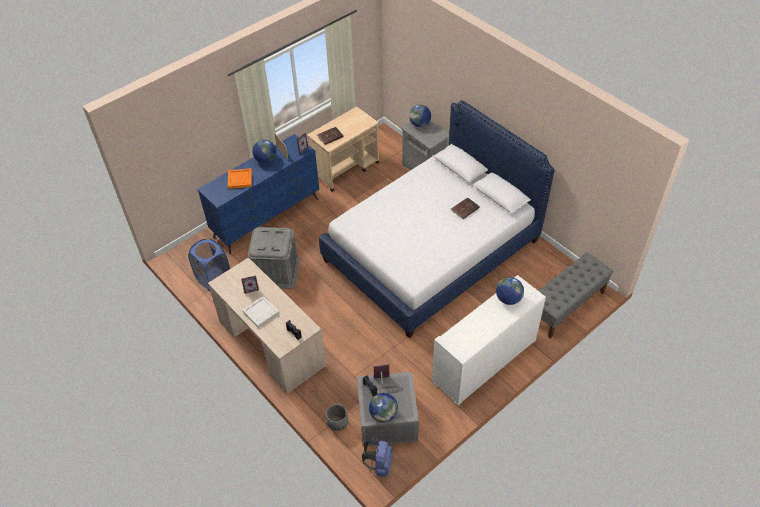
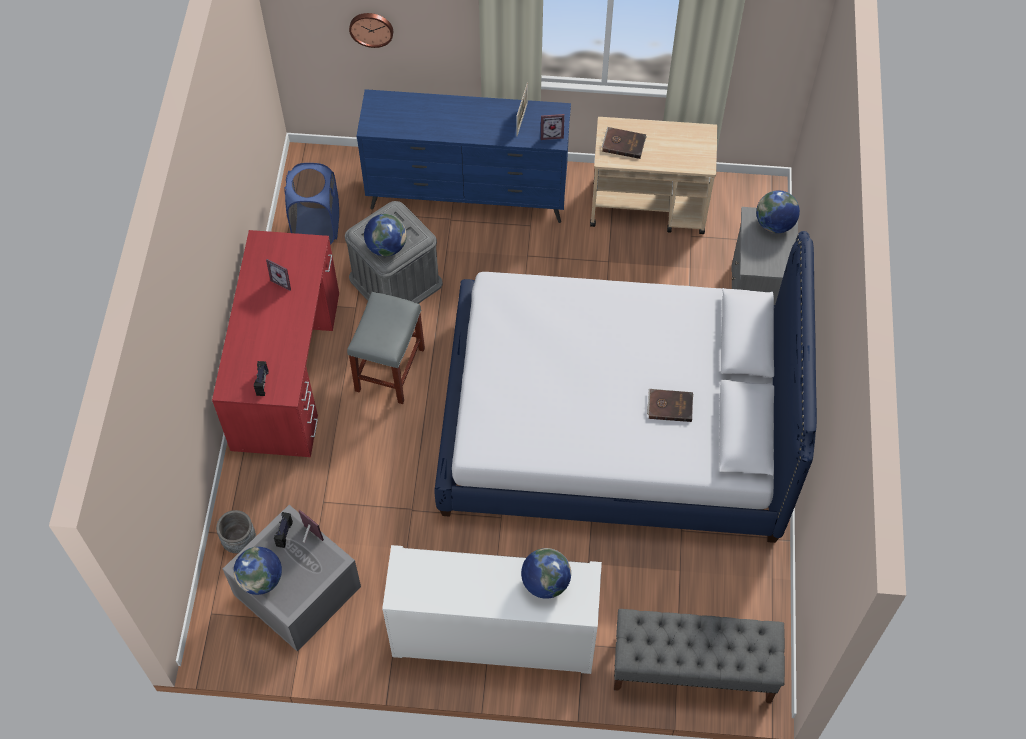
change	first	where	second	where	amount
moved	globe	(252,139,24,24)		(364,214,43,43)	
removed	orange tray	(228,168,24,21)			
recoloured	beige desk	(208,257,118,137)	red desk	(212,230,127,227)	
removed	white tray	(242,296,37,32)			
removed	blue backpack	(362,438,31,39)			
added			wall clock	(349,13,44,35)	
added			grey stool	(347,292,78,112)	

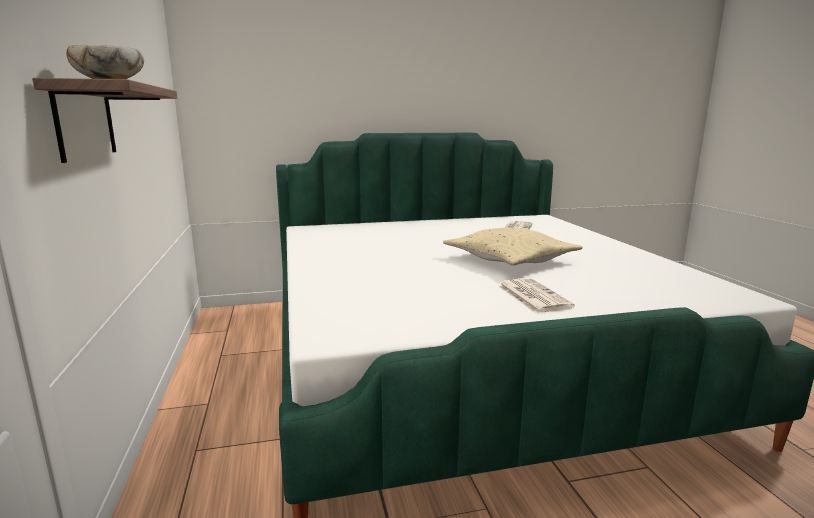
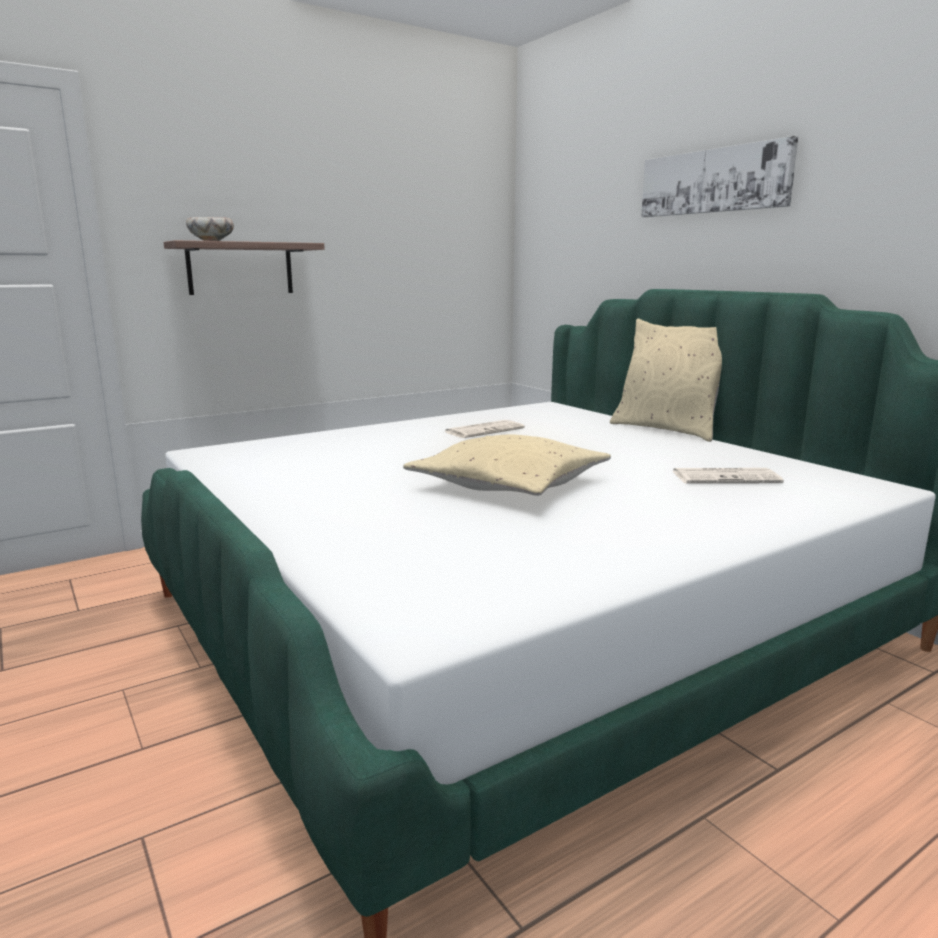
change	first	where	second	where	amount
moved	newspaper	(498,278,77,35)		(445,420,80,18)	
added			picture	(641,136,157,81)	
added			beige pillow	(610,319,112,123)	

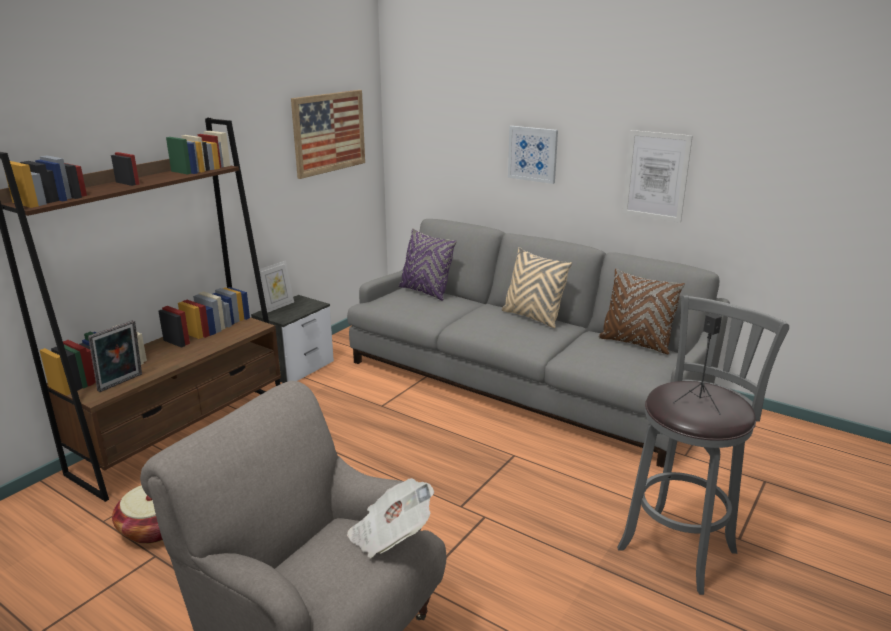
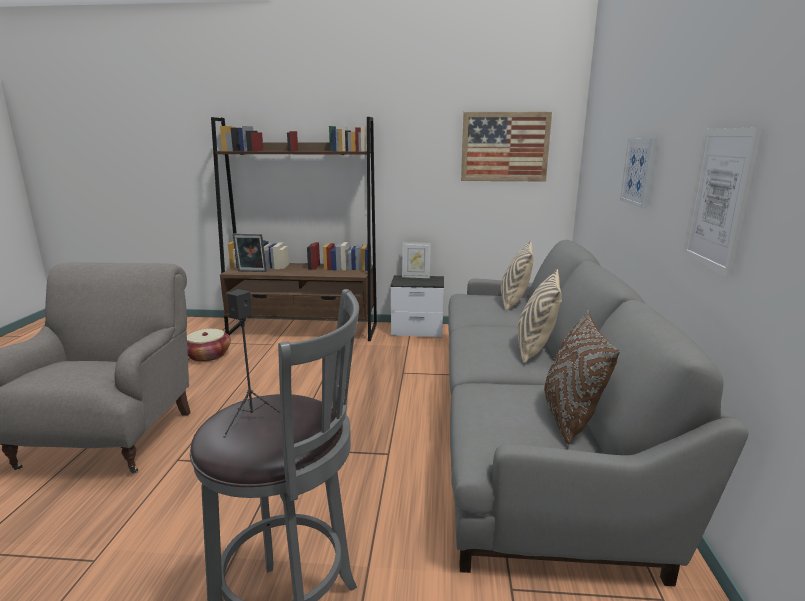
change	first	where	second	where	amount
recoloured	purple pillow	(399,228,58,73)	beige pillow	(501,241,33,69)	
removed	newspaper	(347,478,87,80)			

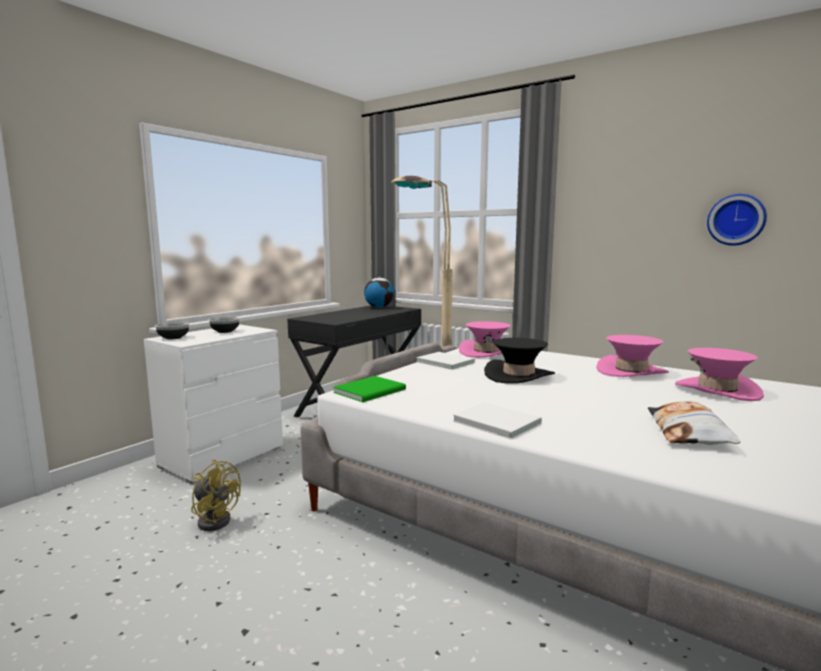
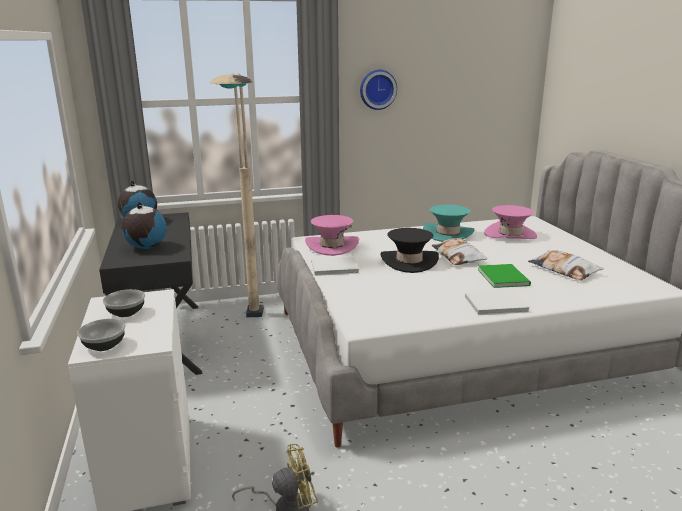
change	first	where	second	where	amount
moved	wall clock	(707,194,60,52)		(360,70,37,40)	
recoloured	pink hat	(596,335,73,42)	turquoise hat	(423,205,52,37)	
moved	green book	(333,376,73,26)		(478,264,53,24)	
added			globe	(122,202,45,47)	
added			pillow	(431,238,56,27)	

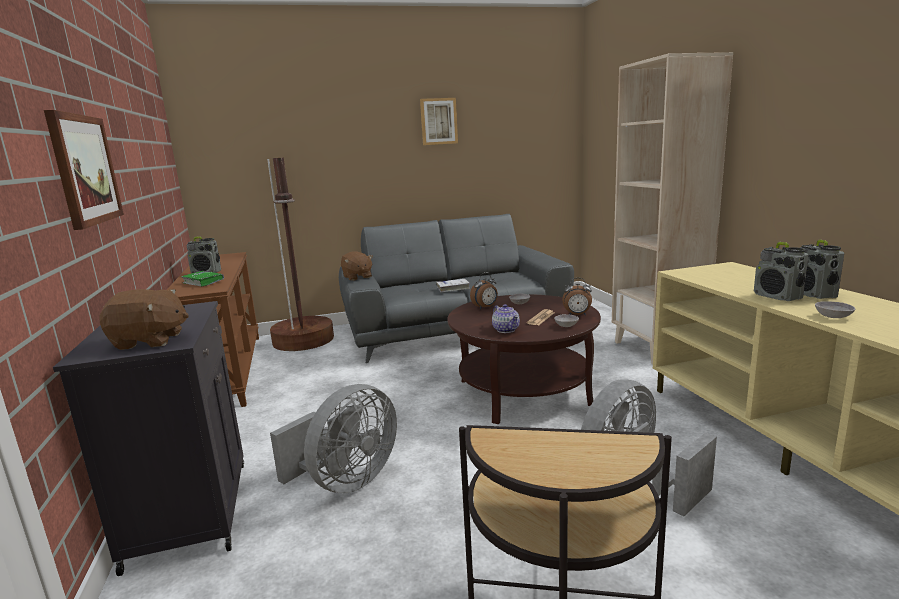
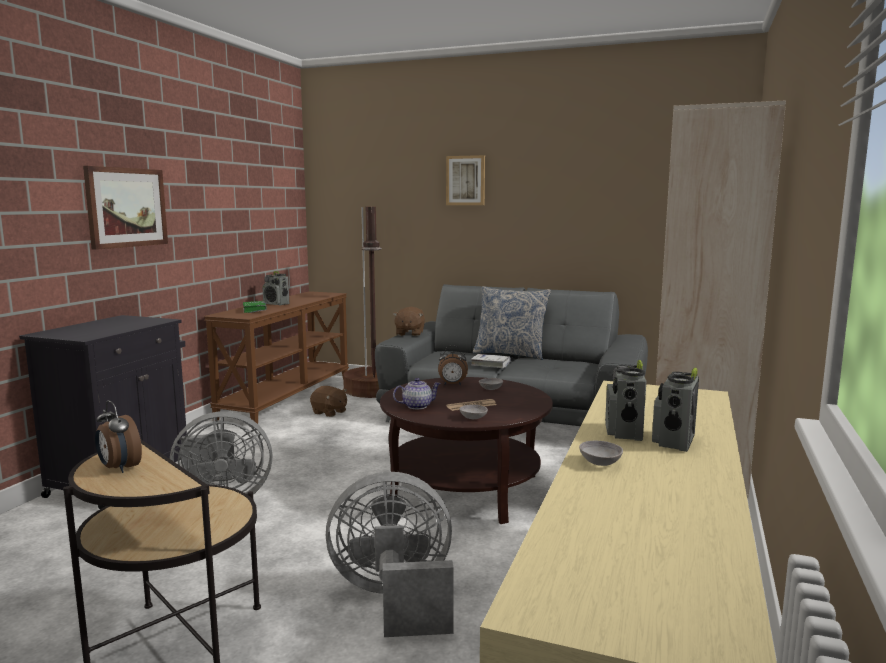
change	first	where	second	where	amount
moved	picture	(420,98,38,47)		(446,155,39,50)	
moved	alarm clock	(562,278,30,38)		(95,401,47,72)	
moved	brown plush toy	(100,289,89,61)		(310,386,37,31)	
turned	teapot	(492,304,28,29)		(393,378,48,31)	120 degrees counterclockwise
added			pillow	(473,286,78,74)	

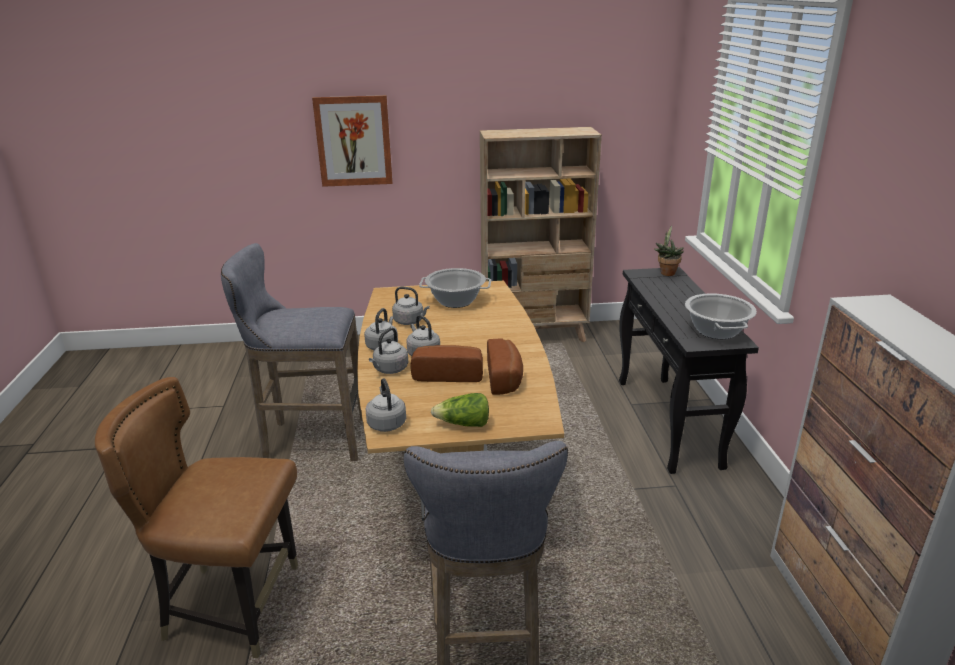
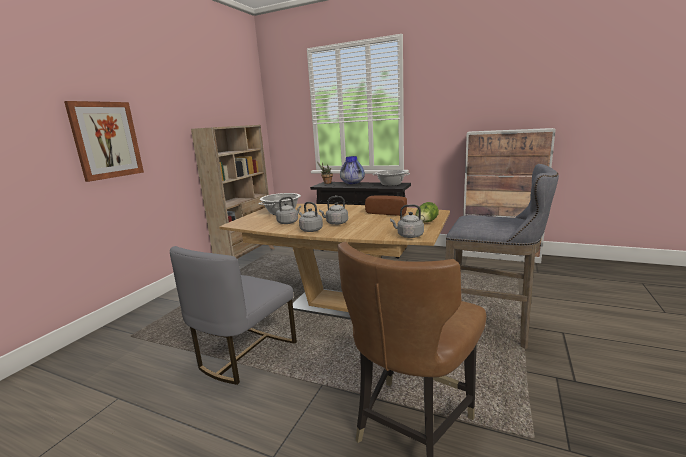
change	first	where	second	where	amount
replaced	grey stool	(221,243,141,218)	grey chair	(170,246,127,139)	
removed	grey kettle	(369,328,39,46)			
removed	bread	(410,345,73,37)			
added			vase	(340,156,25,28)	

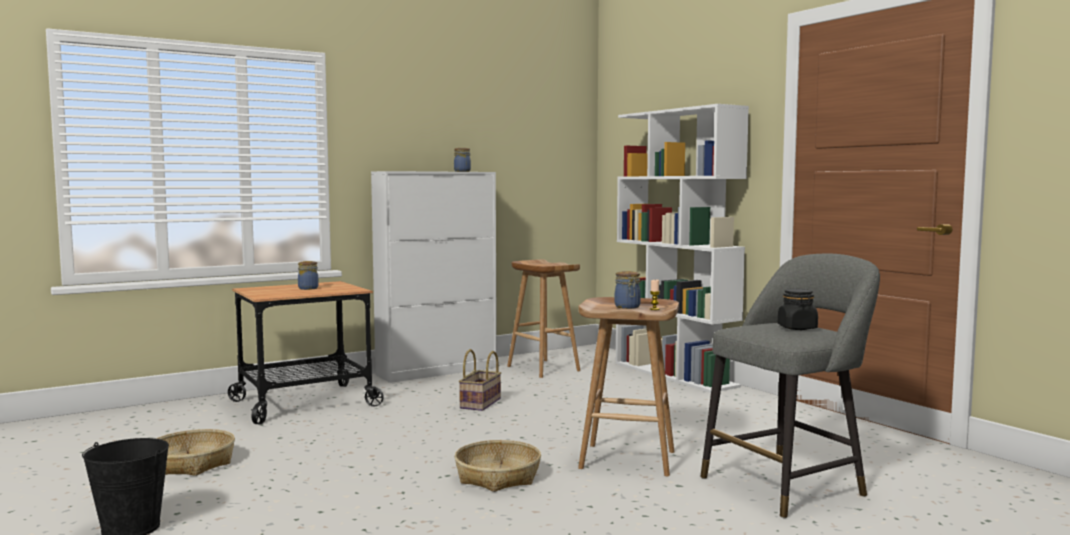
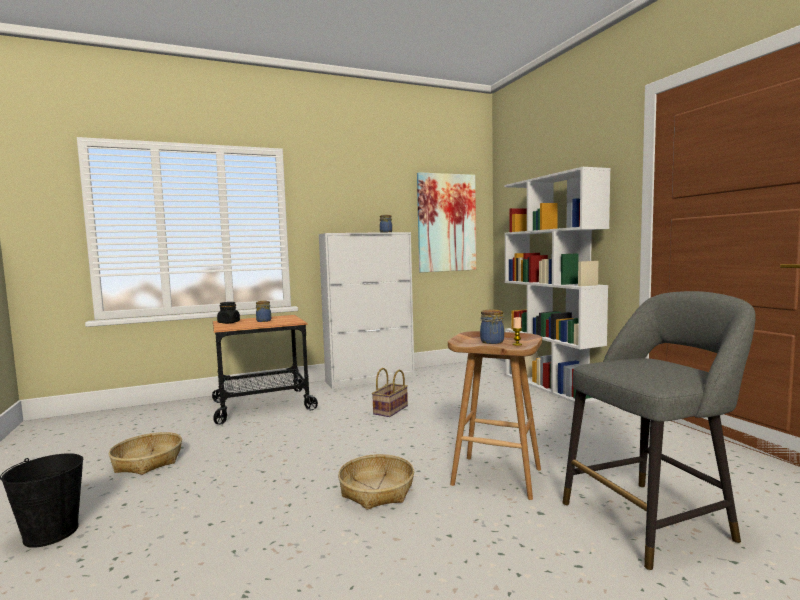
change	first	where	second	where	amount
removed	brown stool	(507,259,73,119)			
moved	black jar	(778,289,40,41)		(217,302,23,22)	
added			picture	(417,172,59,100)	

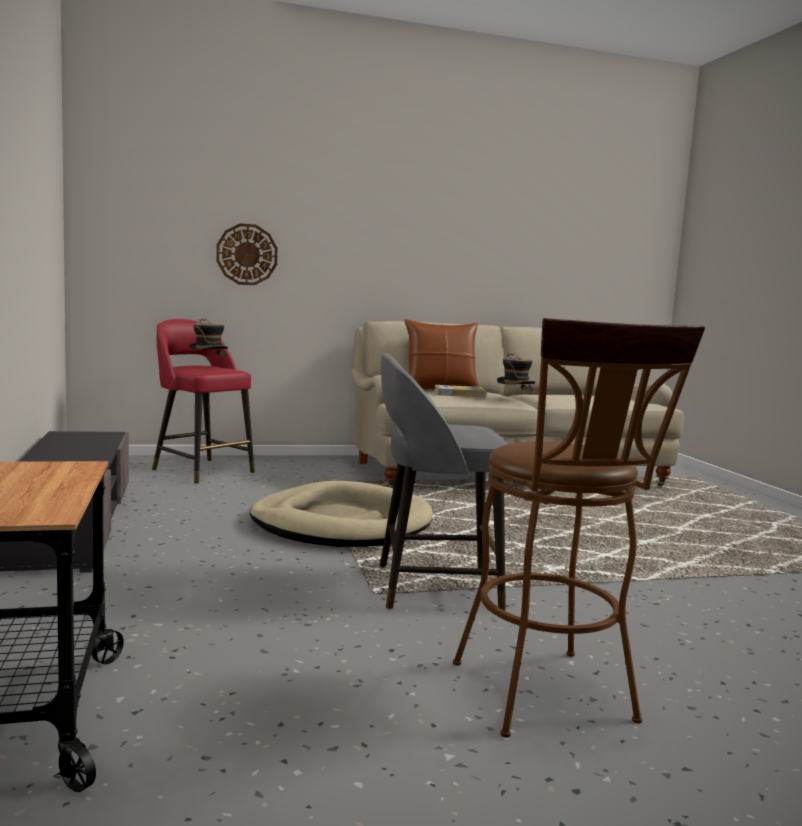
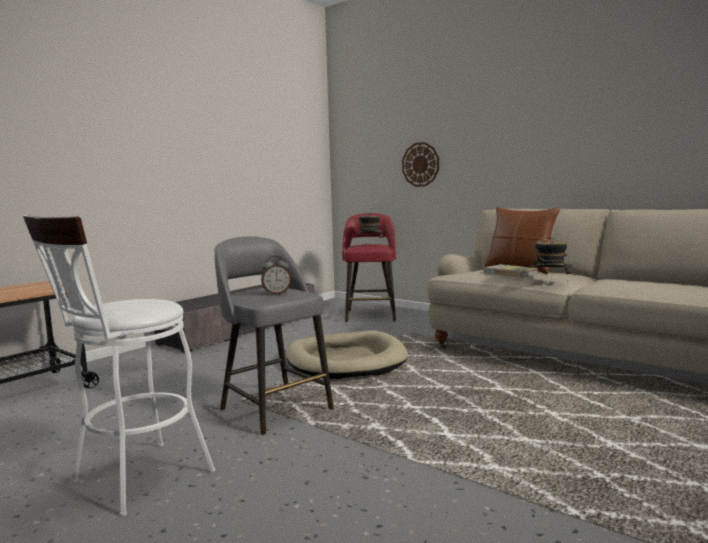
change	first	where	second	where	amount
recoloured	brown stool	(453,318,252,420)	white stool	(23,215,192,302)	
added			alarm clock	(261,256,30,39)	

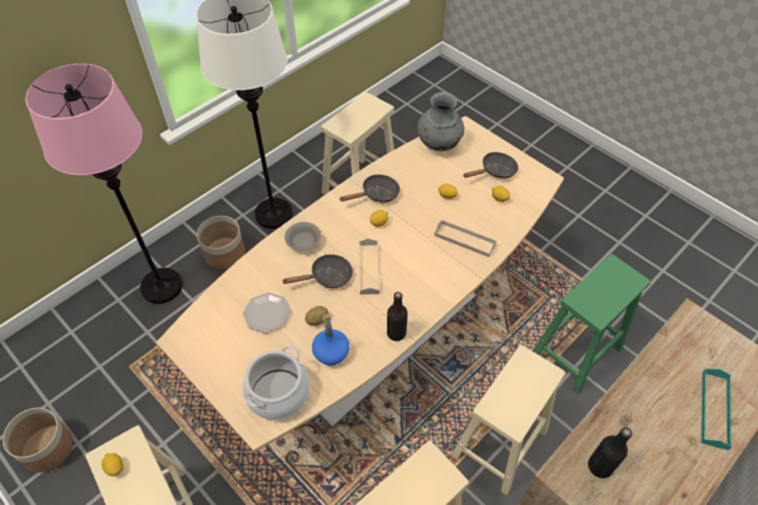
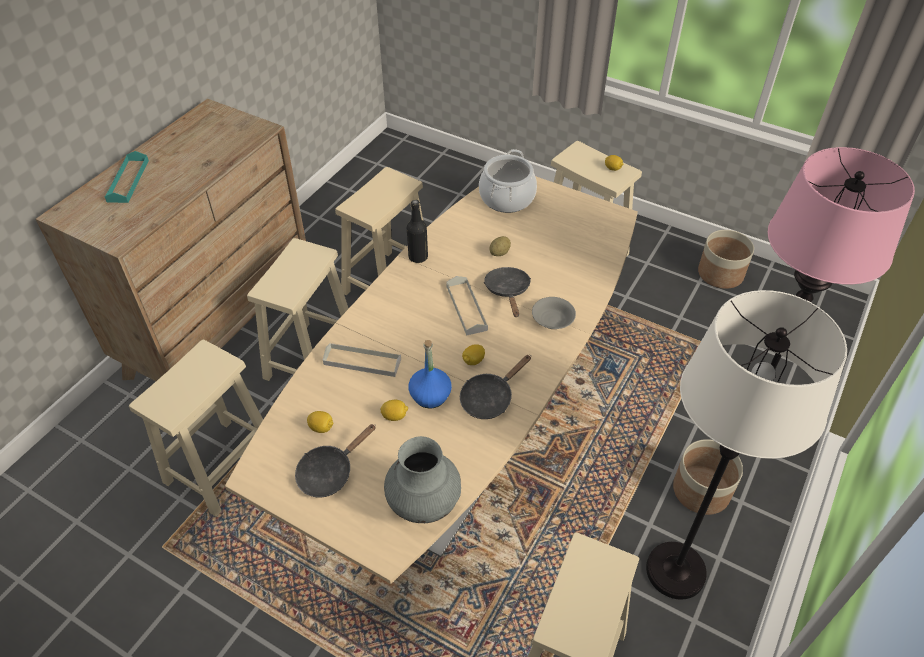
change	first	where	second	where	amount
turned	black frying pan	(282,254,71,34)		(484,267,47,50)	120 degrees clockwise
recoloured	green stool	(533,254,118,140)	beige stool	(129,339,134,178)	
removed	plate	(243,293,48,41)			
moved	blue bottle	(312,314,37,51)		(409,340,43,69)	
removed	black bottle	(588,427,44,51)			

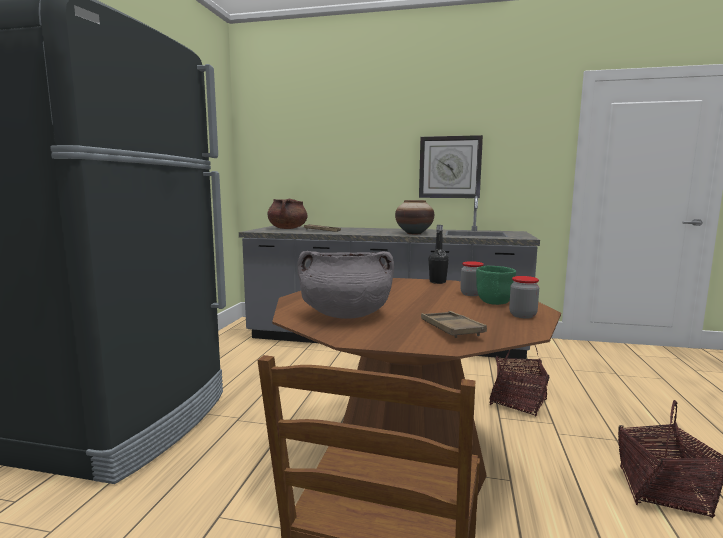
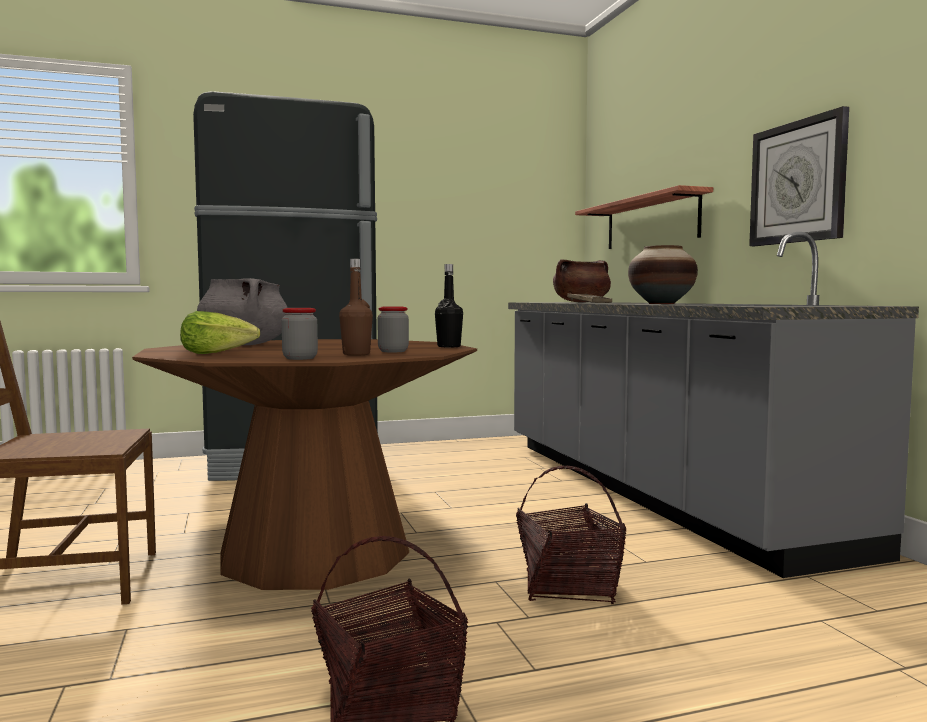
change	first	where	second	where	amount
replaced	green bowl	(476,266,40,39)	brown bottle	(339,259,34,97)	
replaced	brown tray	(421,311,66,27)	lettuce	(180,311,80,43)	
added			shelf	(575,185,138,64)	

